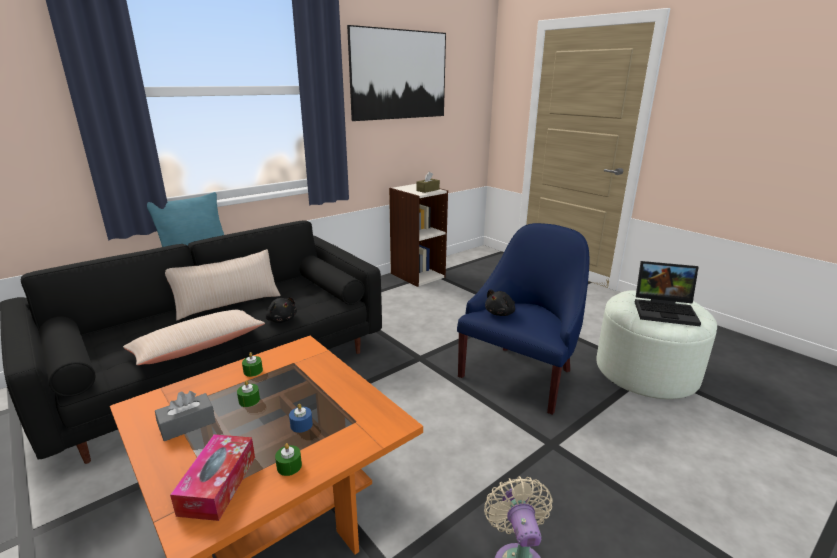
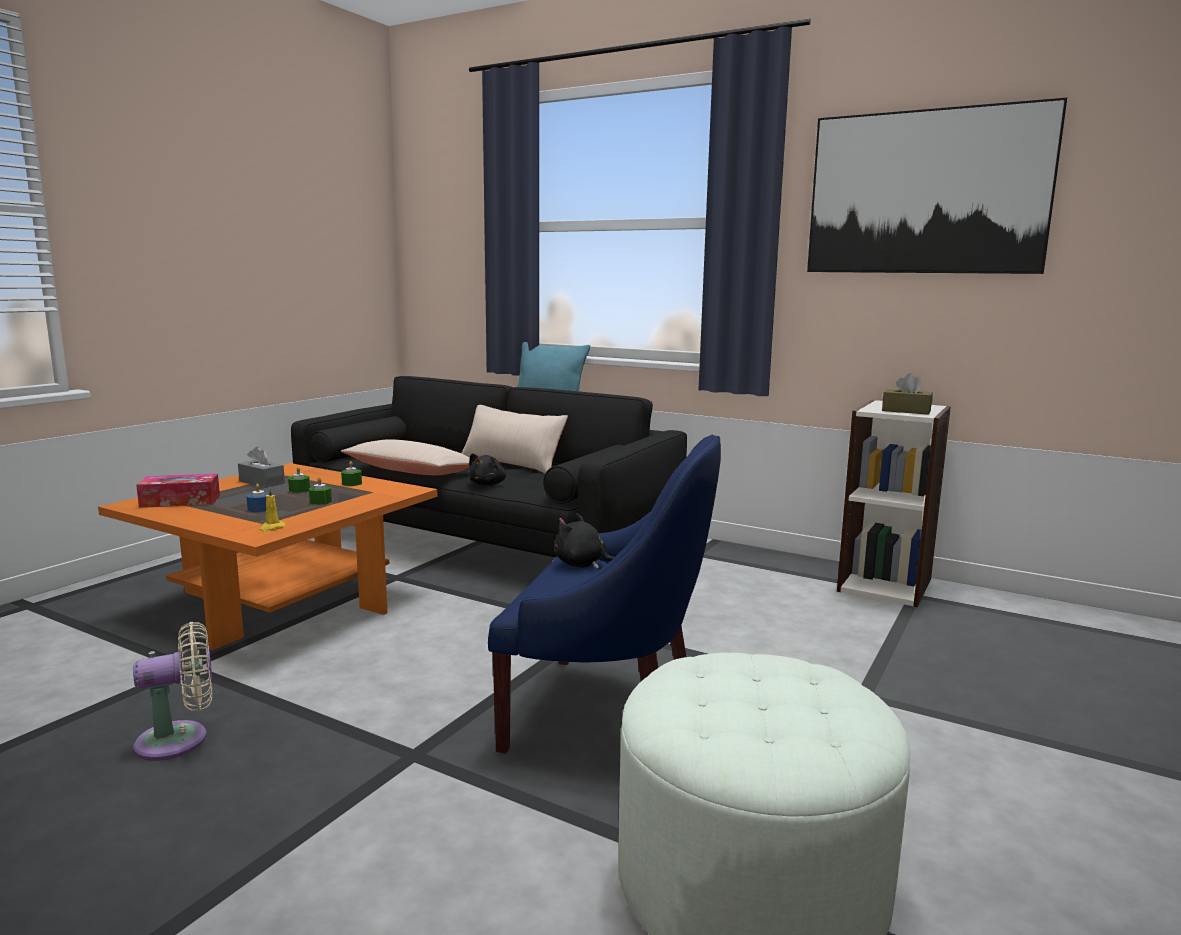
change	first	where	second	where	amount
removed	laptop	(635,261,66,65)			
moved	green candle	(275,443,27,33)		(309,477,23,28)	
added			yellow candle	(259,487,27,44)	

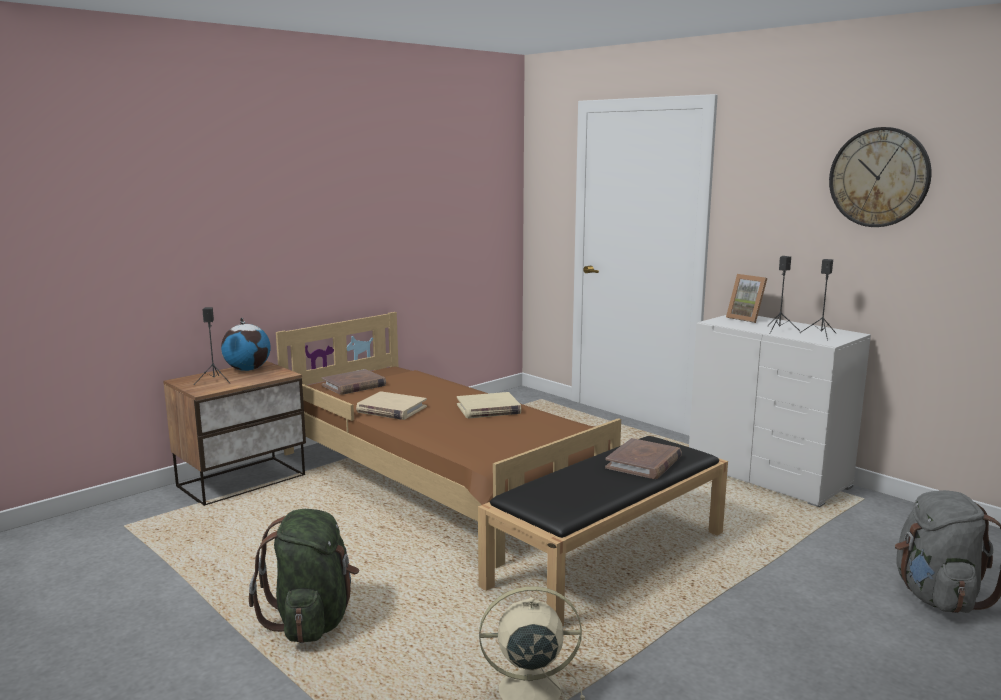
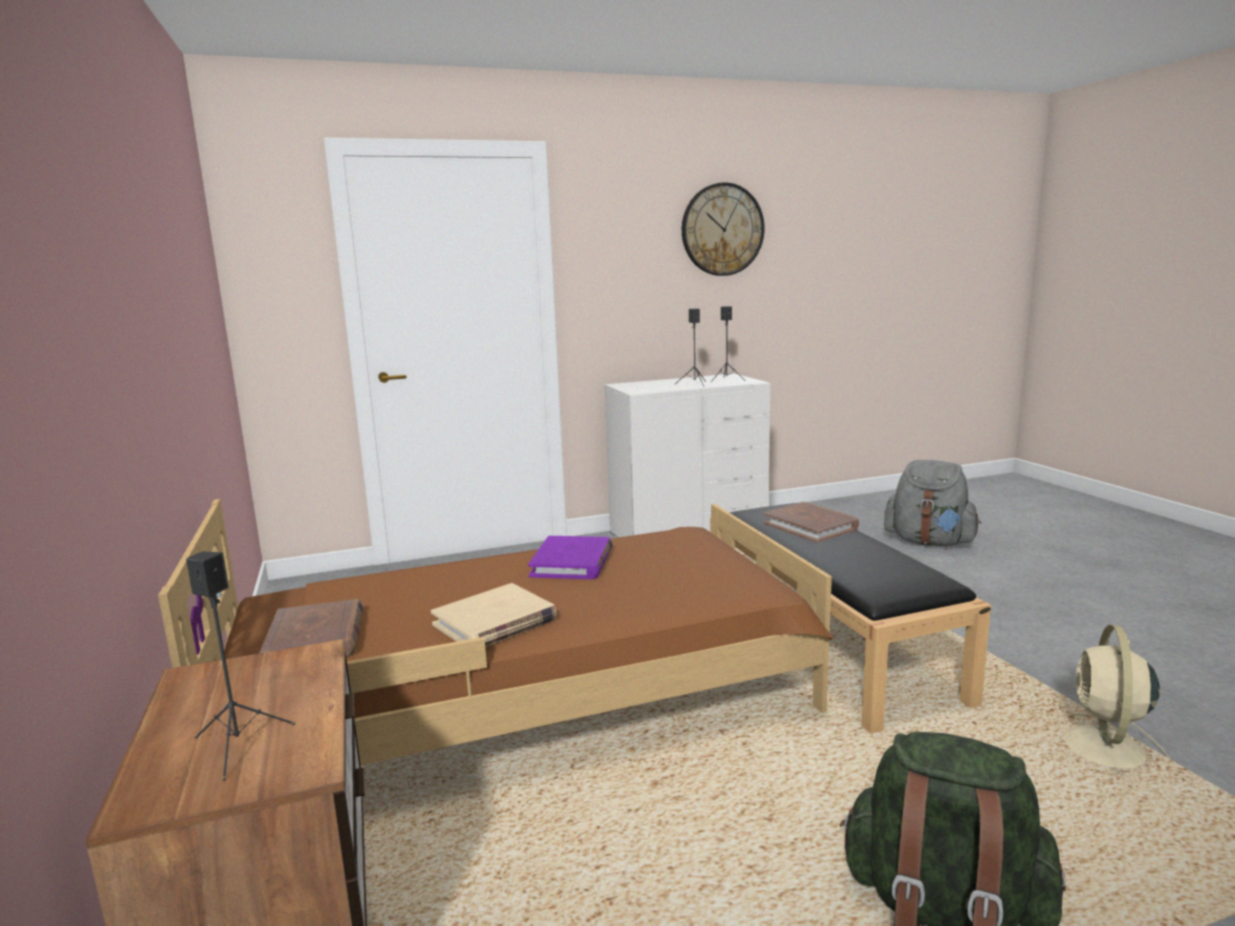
change	first	where	second	where	amount
removed	picture frame	(726,274,41,49)			
removed	globe	(221,317,50,54)			
recoloured	beige book	(457,392,64,26)	purple book	(528,536,85,43)	

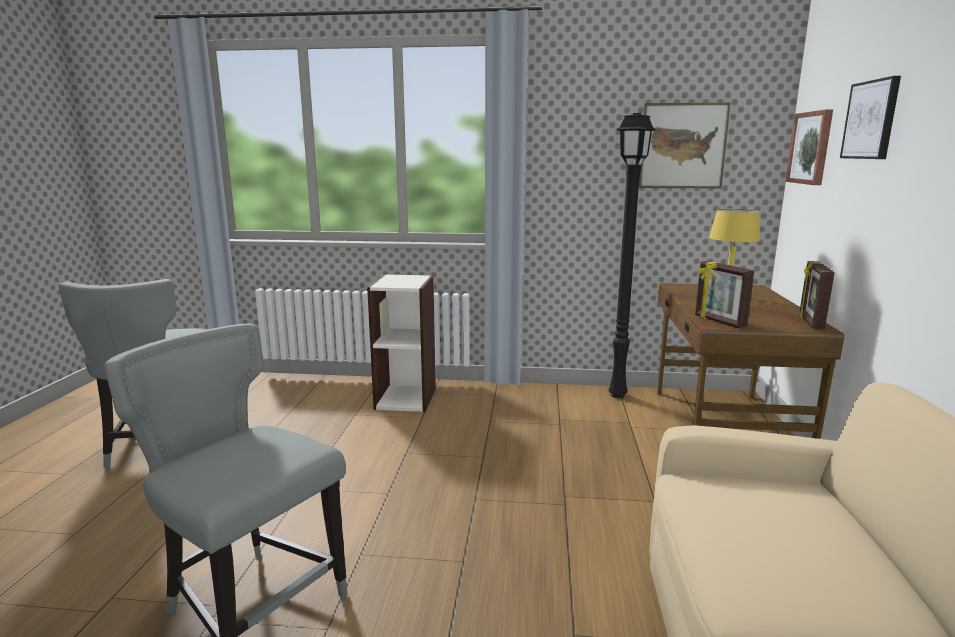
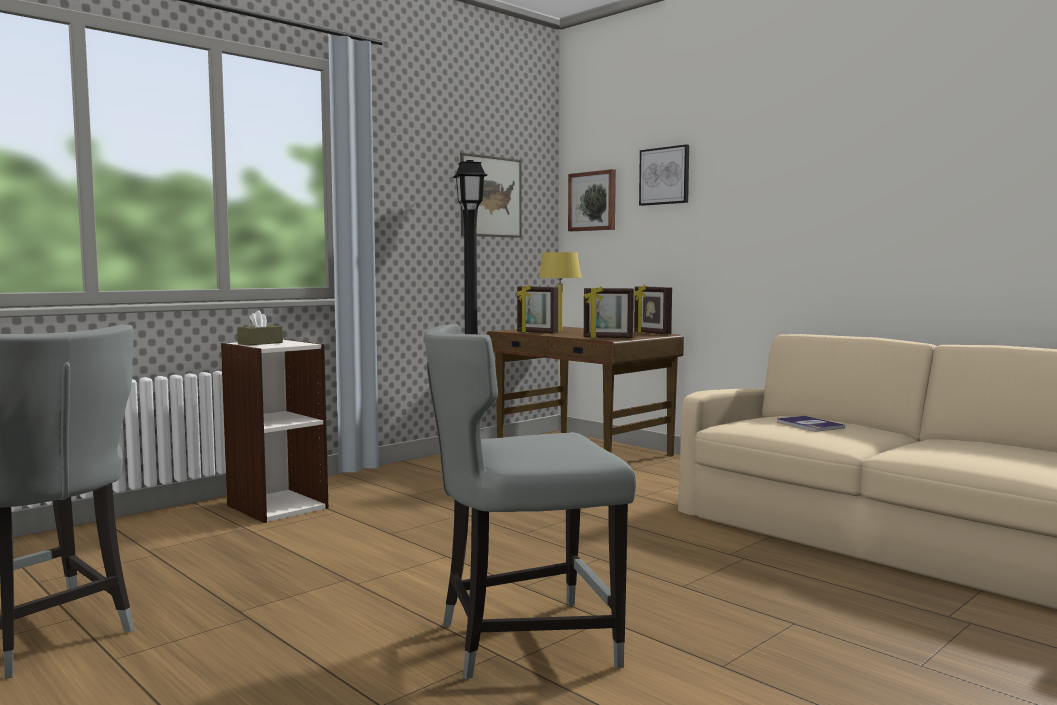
change	first	where	second	where	amount
added			picture frame	(516,285,42,49)	
added			brown tissue box	(237,310,46,36)	
added			book	(777,416,68,15)	

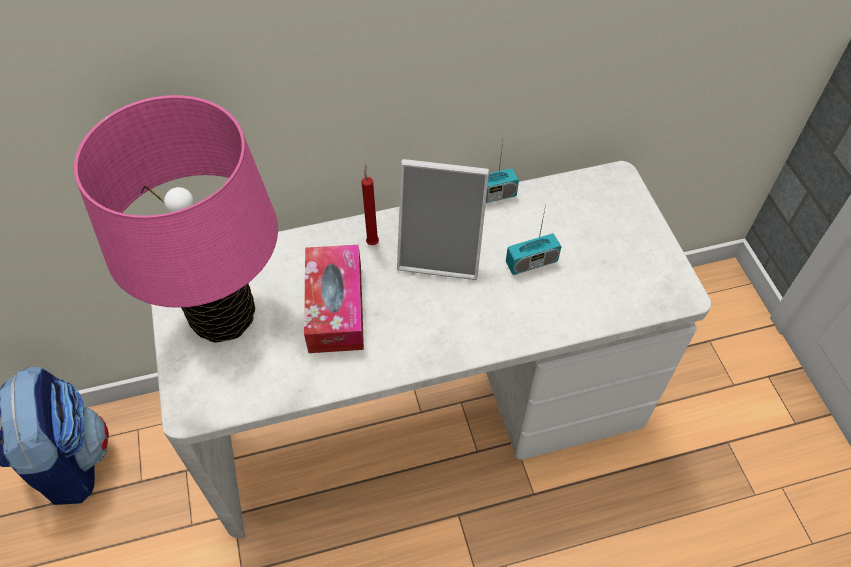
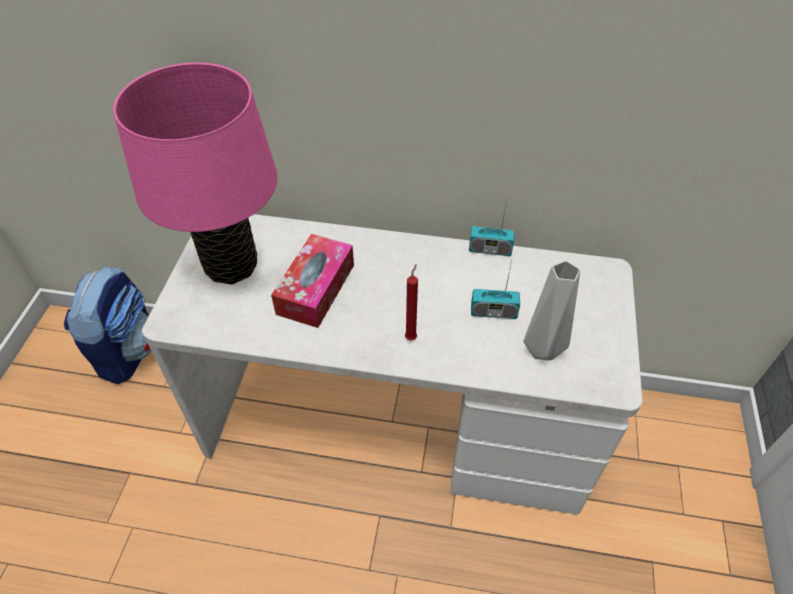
change	first	where	second	where	amount
removed	picture frame	(397,159,92,121)			
moved	red candle	(361,164,18,81)		(405,264,13,76)	
added			grey vase	(524,260,56,101)	

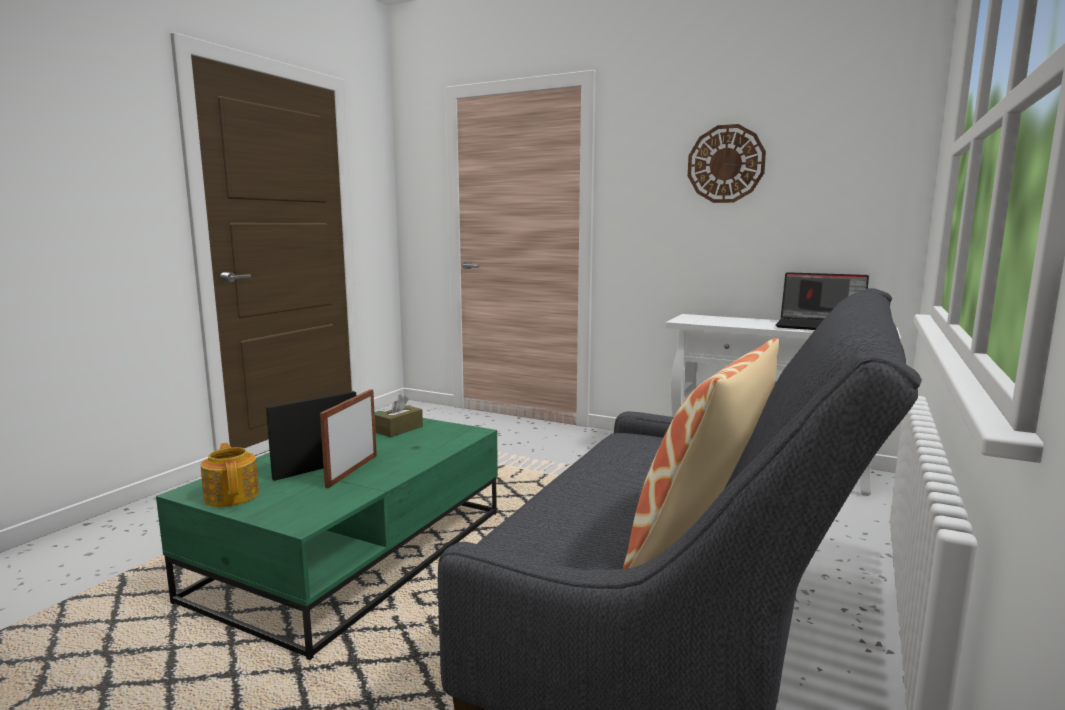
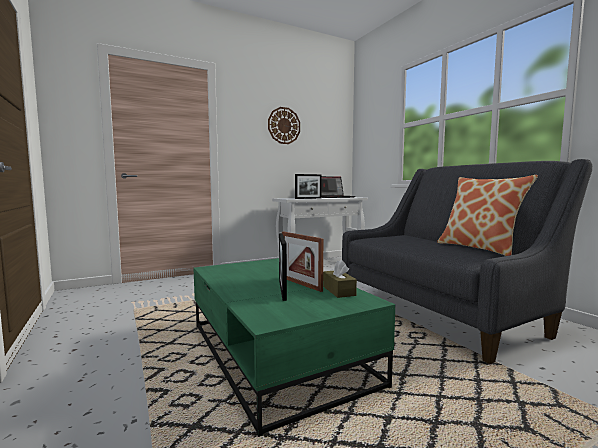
change	first	where	second	where	amount
moved	brown tissue box	(375,395,48,42)		(323,260,34,38)	
removed	teapot	(201,443,58,64)			
added			picture frame	(295,174,27,25)	

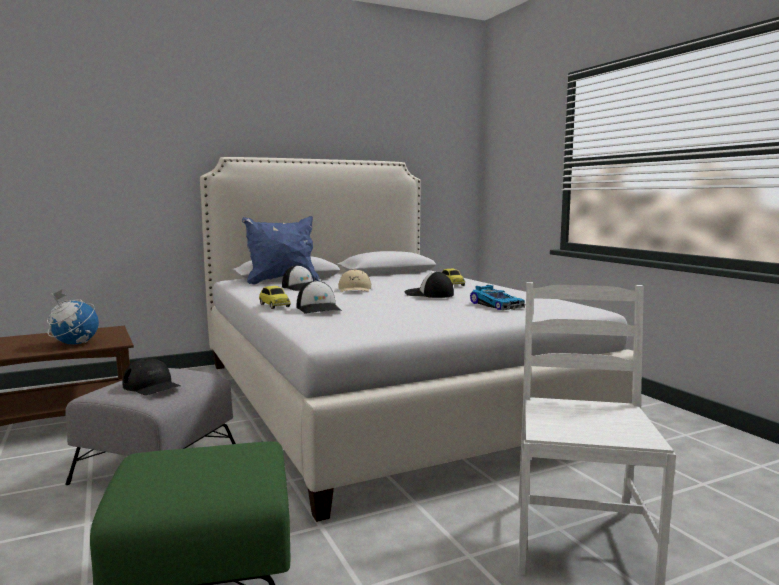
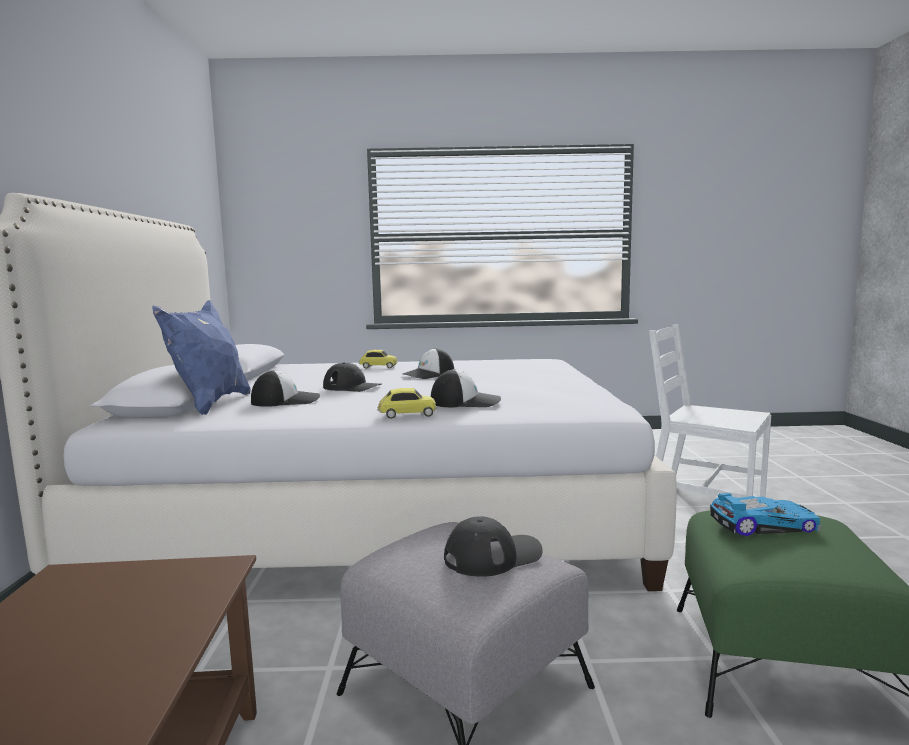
change	first	where	second	where	amount
recoloured	beige cap	(338,270,33,22)	black cap	(323,363,58,29)	
moved	toy car	(470,285,55,25)		(710,493,111,43)	
removed	globe	(47,290,52,55)			

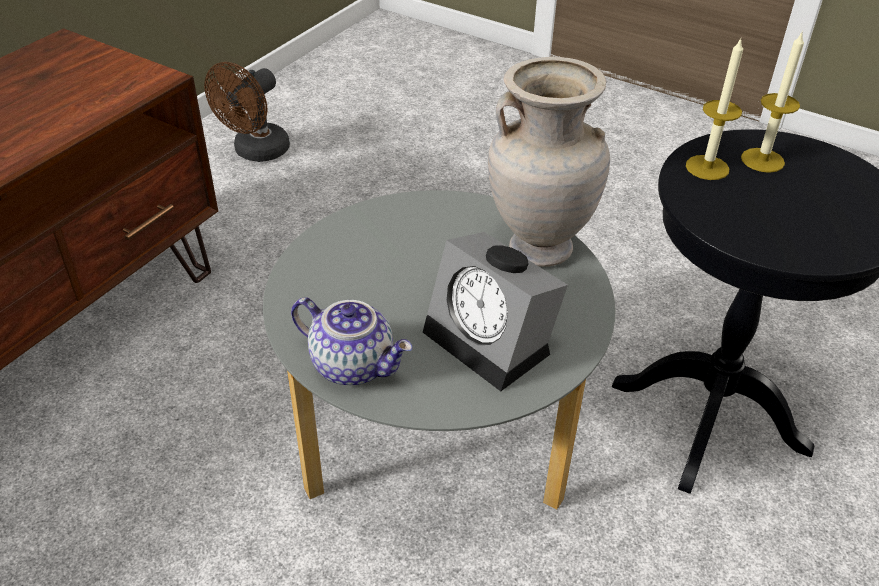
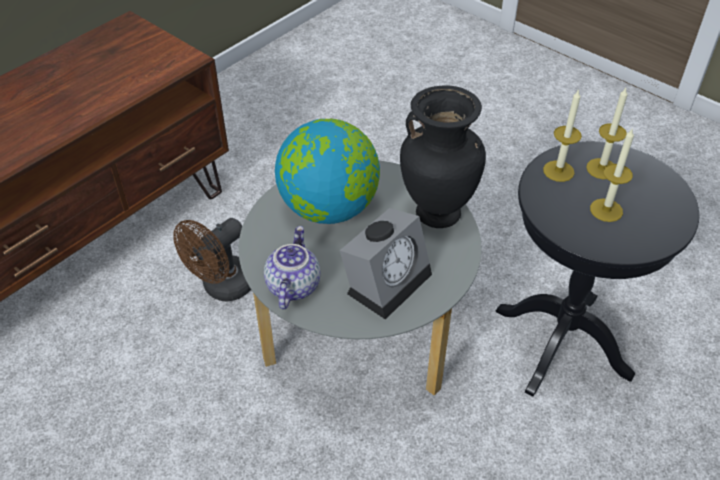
change	first	where	second	where	amount
recoloured	beige vase	(488,57,122,210)	black vase	(400,85,86,143)	
moved	brown fan	(204,62,86,100)		(173,218,78,83)	
turned	alarm clock	(423,232,145,159)		(340,208,92,111)	105 degrees counterclockwise
turned	teapot	(291,297,121,88)		(264,226,56,83)	120 degrees counterclockwise
added			globe	(275,119,105,105)	
added			candle	(590,128,44,94)	

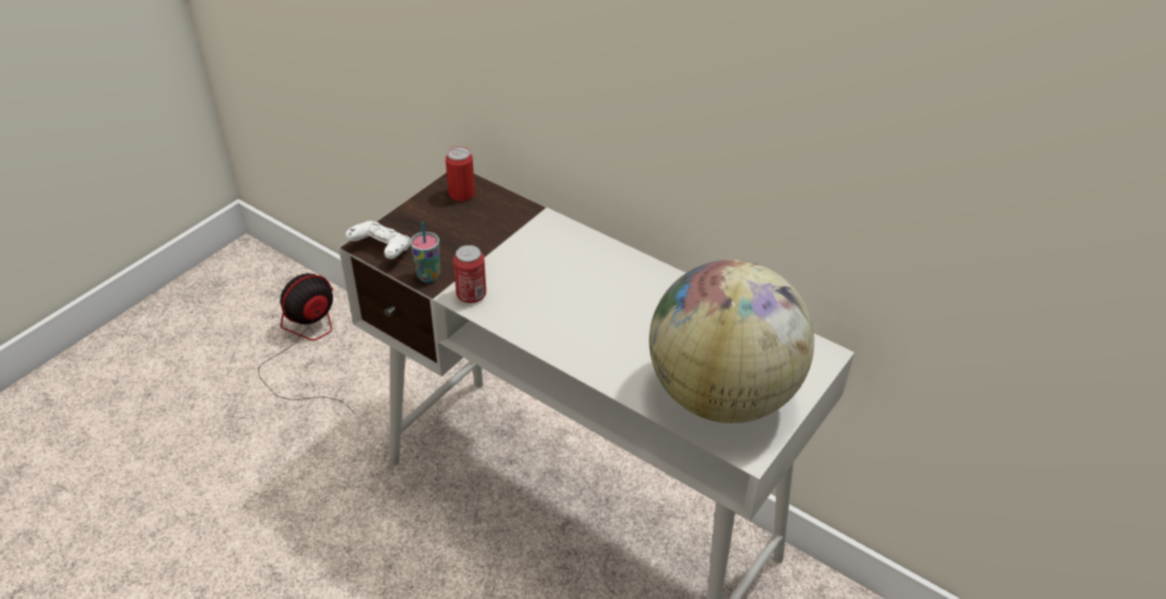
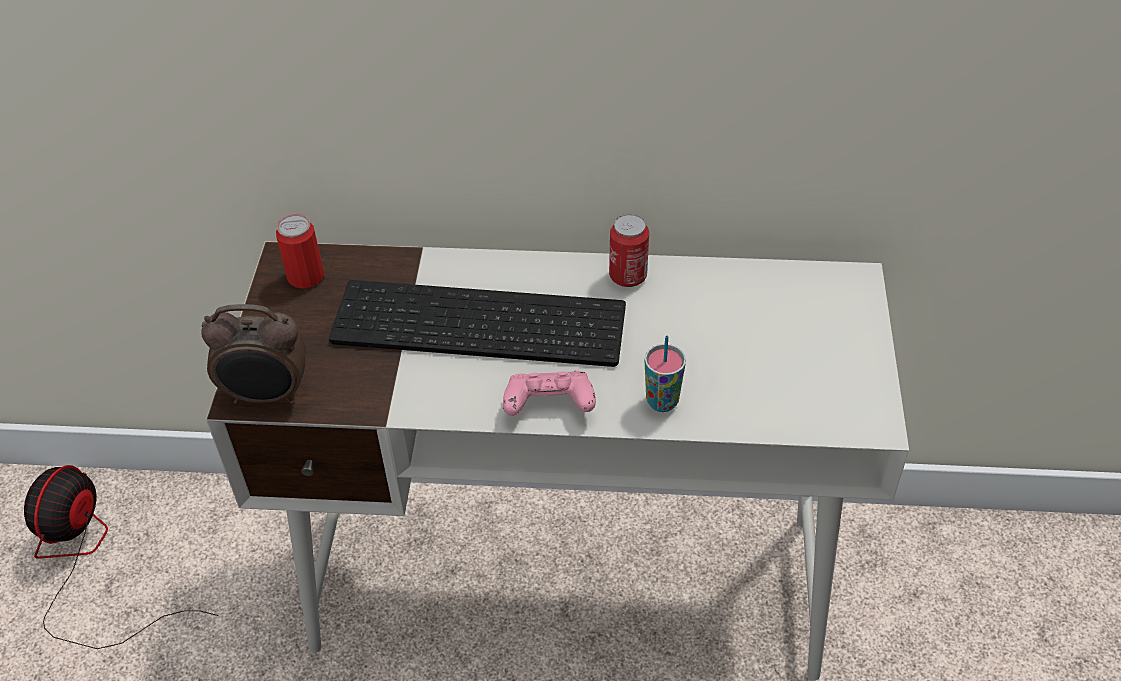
change	first	where	second	where	amount
replaced	white game controller	(345,221,66,38)	alarm clock	(201,304,105,100)	
moved	cup	(410,222,30,61)		(645,336,41,76)	
moved	can	(453,245,33,58)		(609,214,40,73)	
removed	globe	(649,260,165,163)			
added			keyboard	(329,280,297,87)	
added			pink game controller	(503,371,93,45)	

